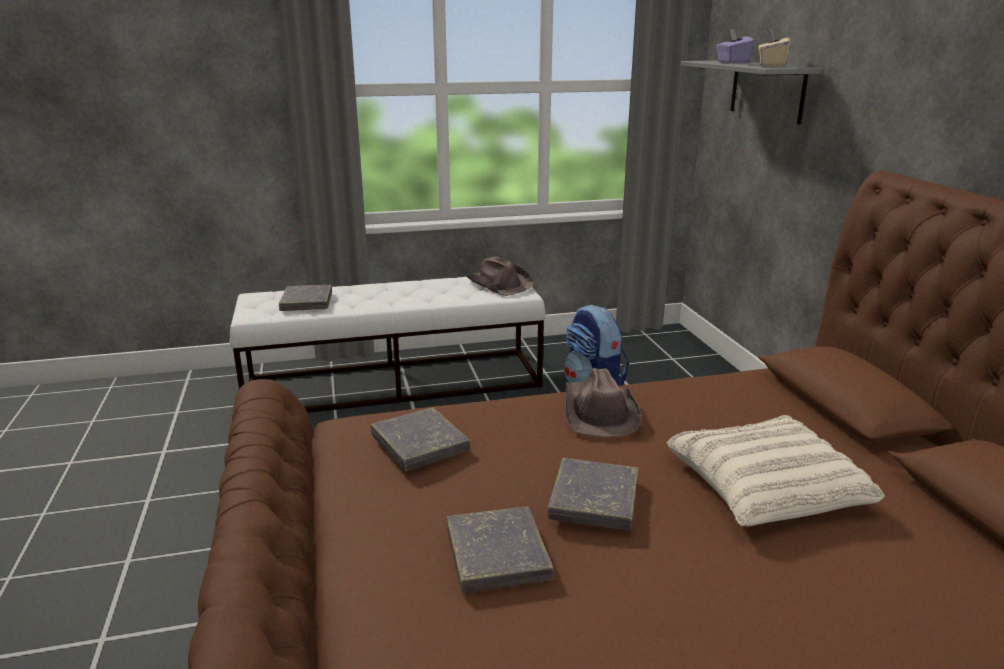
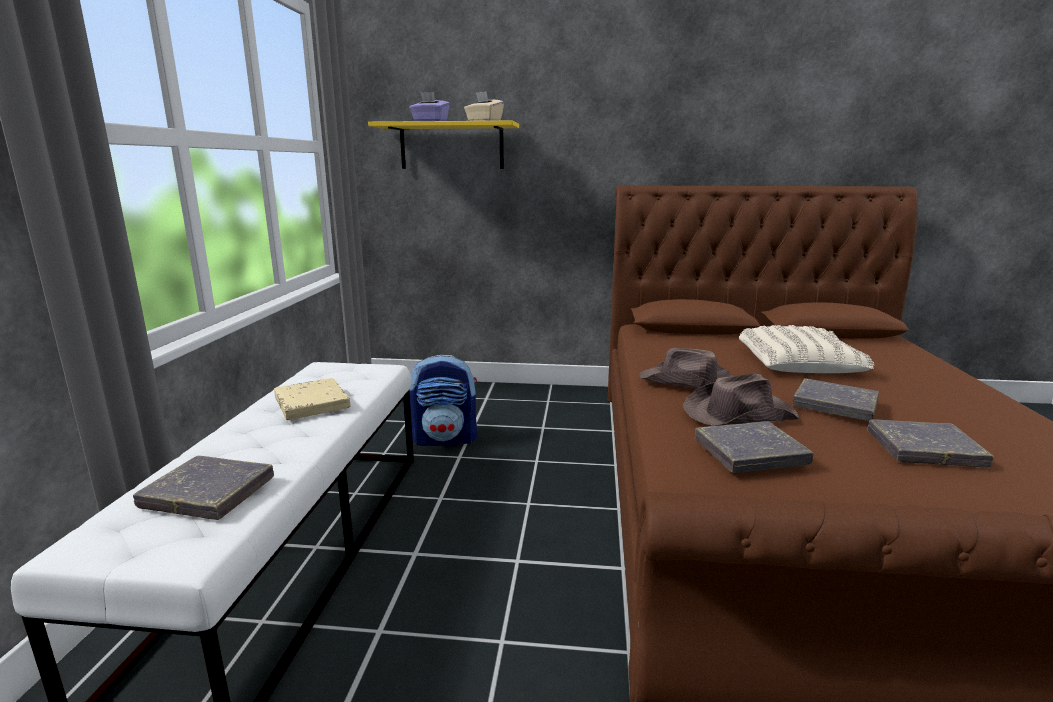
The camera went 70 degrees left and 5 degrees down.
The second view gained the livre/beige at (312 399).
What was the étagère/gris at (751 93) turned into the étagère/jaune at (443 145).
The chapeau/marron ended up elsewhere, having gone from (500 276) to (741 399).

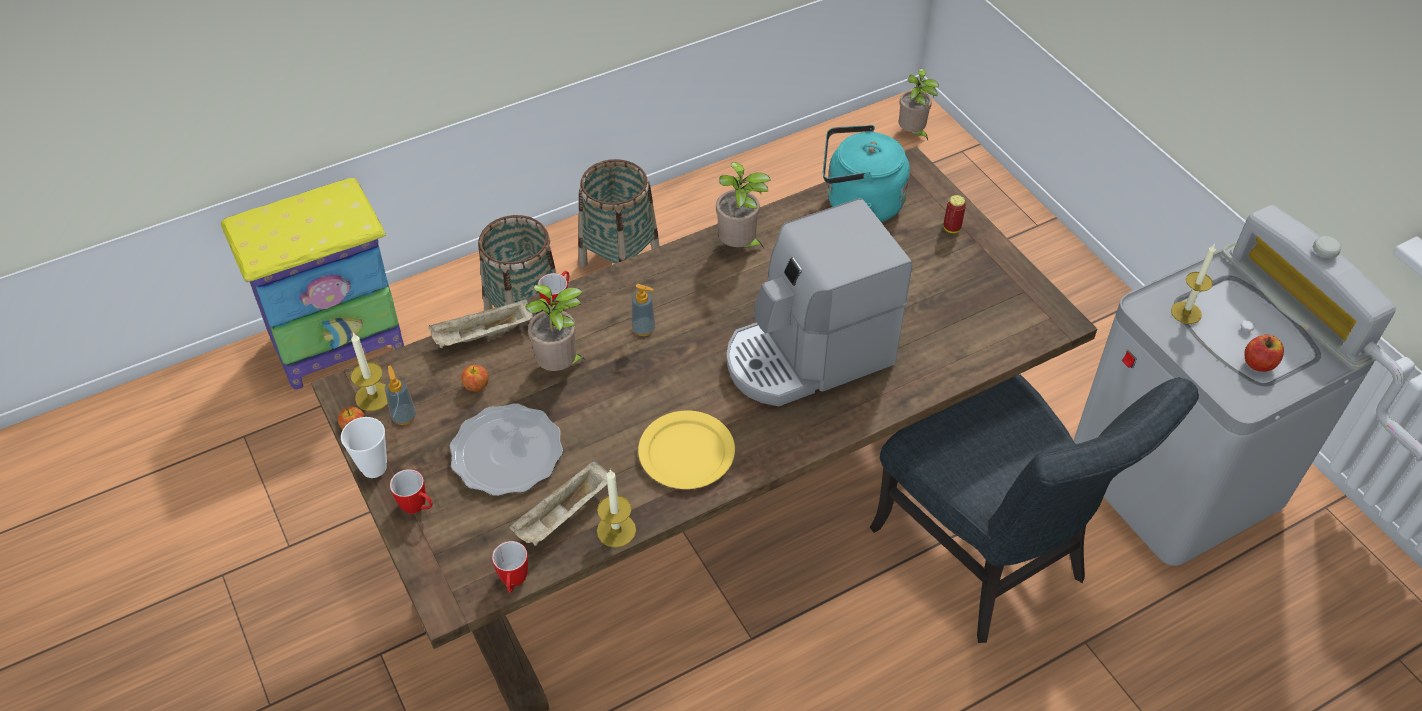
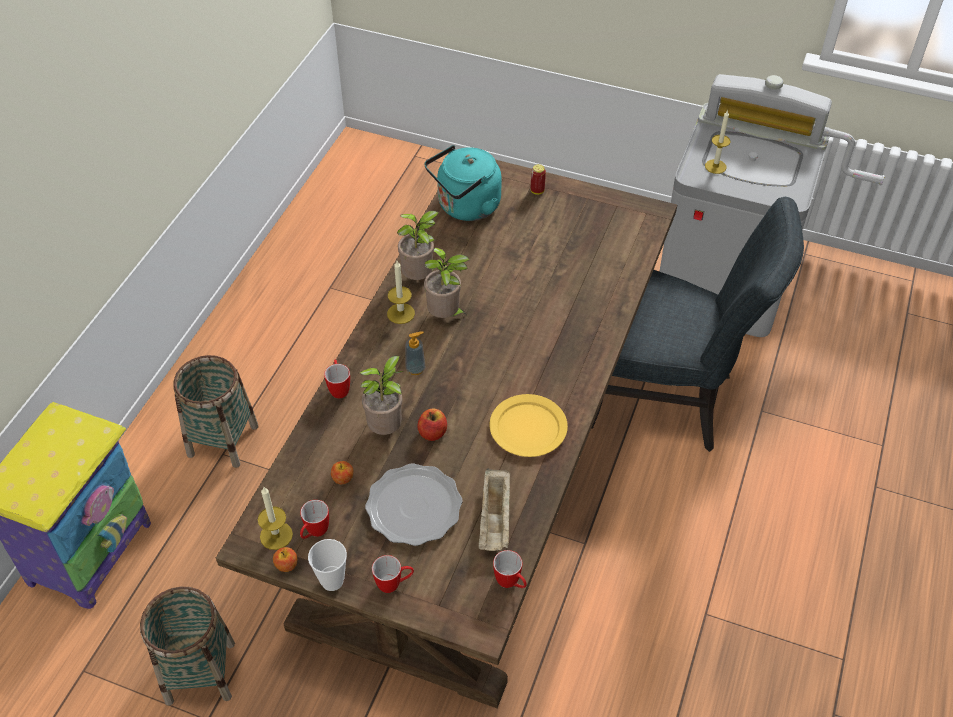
The camera went 40 degrees left and 0 degrees up.
The panier ended up elsewhere, having gone from (618 213) to (187 646).
Where the distributeur de savon stood at (400 395), the mug came to stand at (314 519).
The bougie ended up elsewhere, having gone from (616 508) to (401 292).
The pomme ended up elsewhere, having gone from (1264 353) to (432 425).
The plante en pot ended up elsewhere, having gone from (919 104) to (446 283).
The second view lost the plateau/beige at (481 323).
The second view lost the machine à café at (819 302).

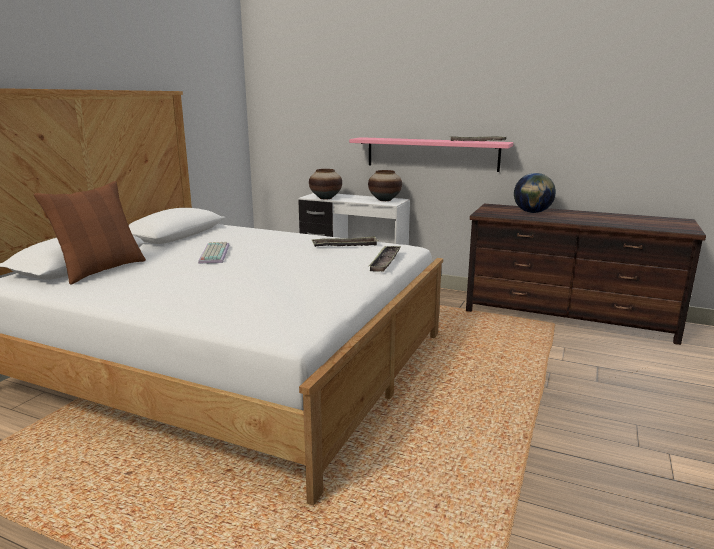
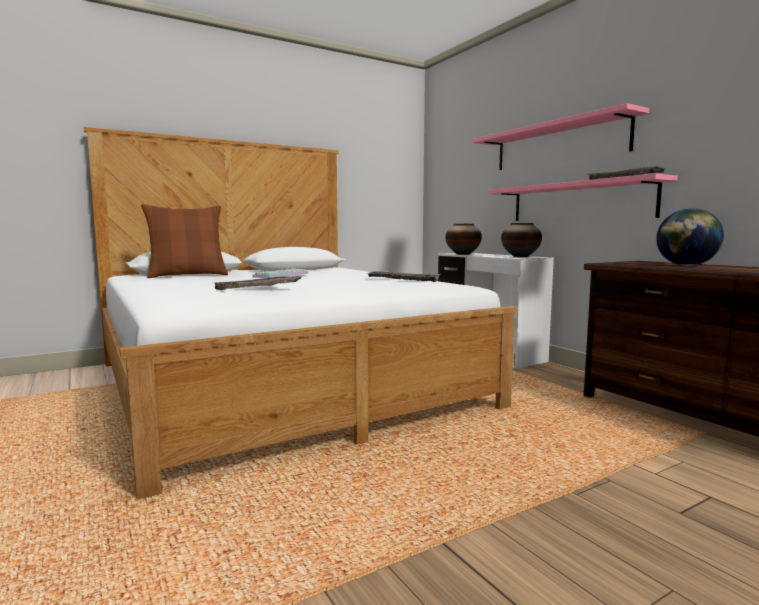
The camera went 35 degrees right and 10 degrees down.
The plateau ended up elsewhere, having gone from (385 259) to (256 283).
The second view gained the étagère/rose at (561 136).

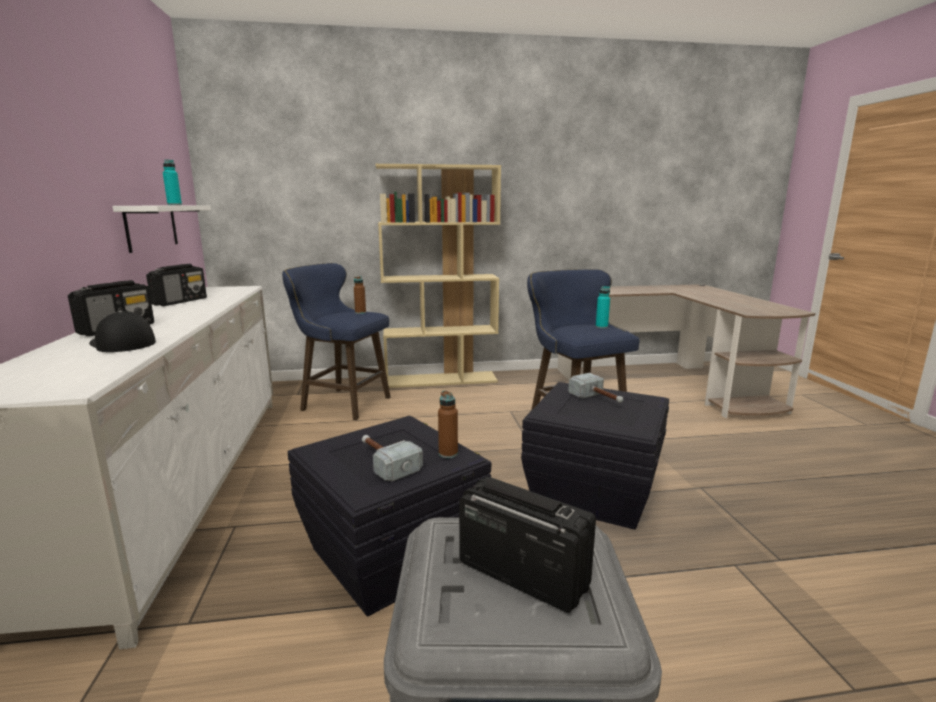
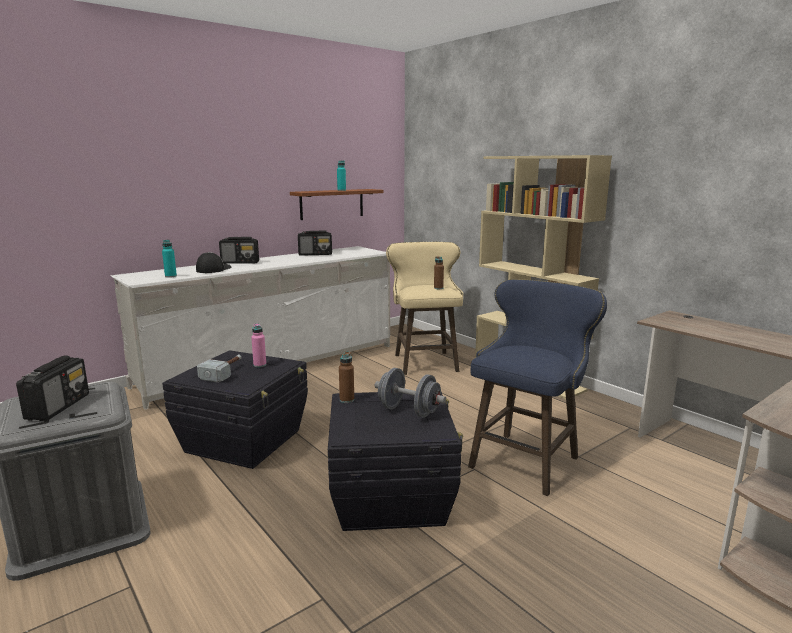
The camera went 60 degrees right and 0 degrees up.
The bouteille/turquoise ended up elsewhere, having gone from (603 307) to (169 259).
The second view gained the bouteille/rose at (258 345).
What was the étagère/blanc at (162 229) turned into the étagère/marron at (336 204).
The bouteille/marron ended up elsewhere, having gone from (448 424) to (346 377).
Where the marteau stood at (595 388), the haltère/gris came to stand at (410 392).
What was the tabouret/bleu at (336 341) turned into the tabouret/beige at (425 308).

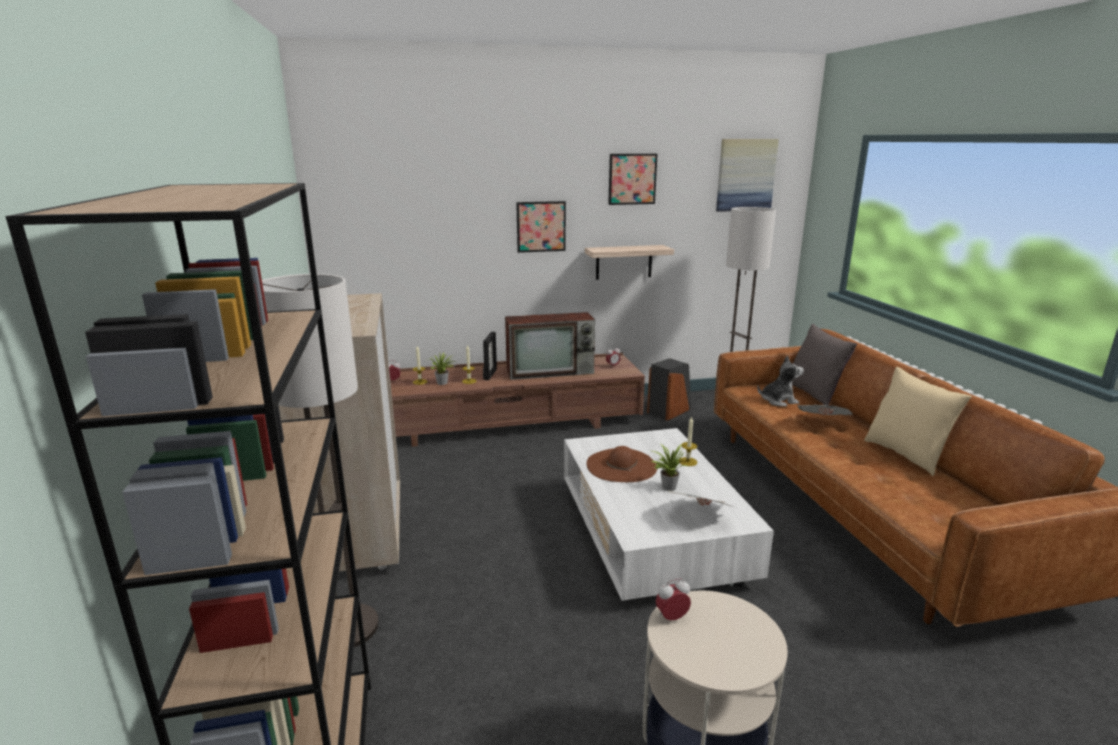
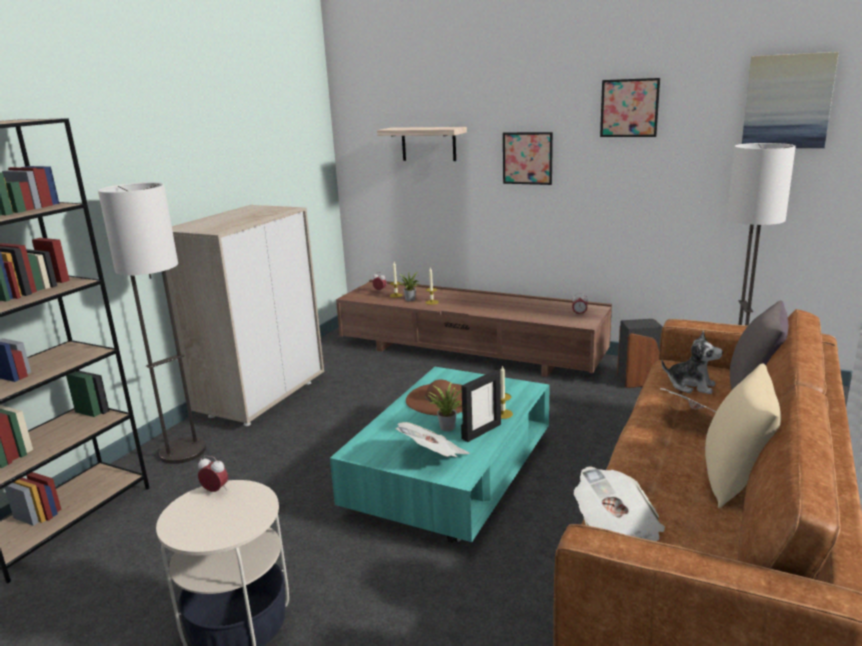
The camera went 40 degrees right and 0 degrees up.
What was the table basse/blanc at (669 514) turned into the table basse/turquoise at (440 455).
The étagère ended up elsewhere, having gone from (629 262) to (422 144).
The cadre photo ended up elsewhere, having gone from (490 356) to (481 406).
The second view gained the journal at (619 504).
The second view lost the téléviseur at (550 346).

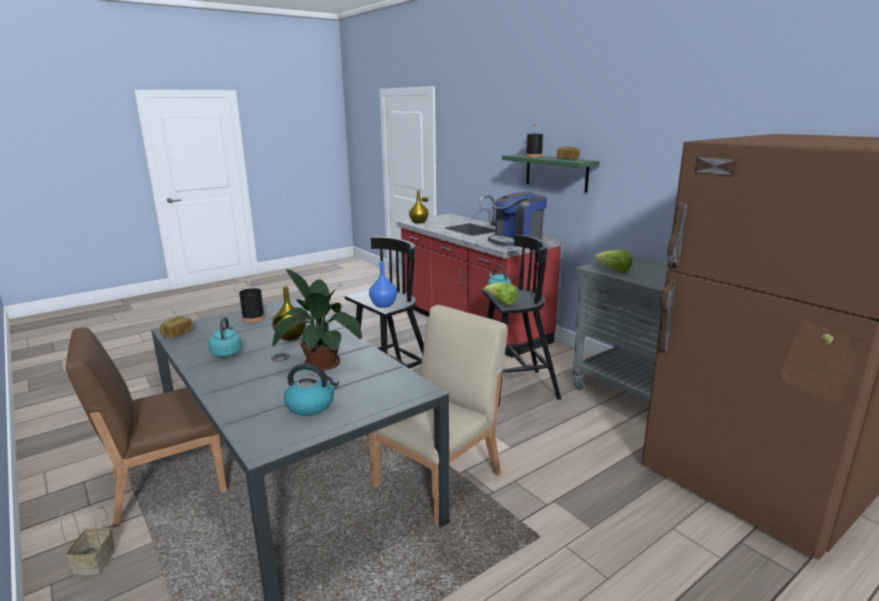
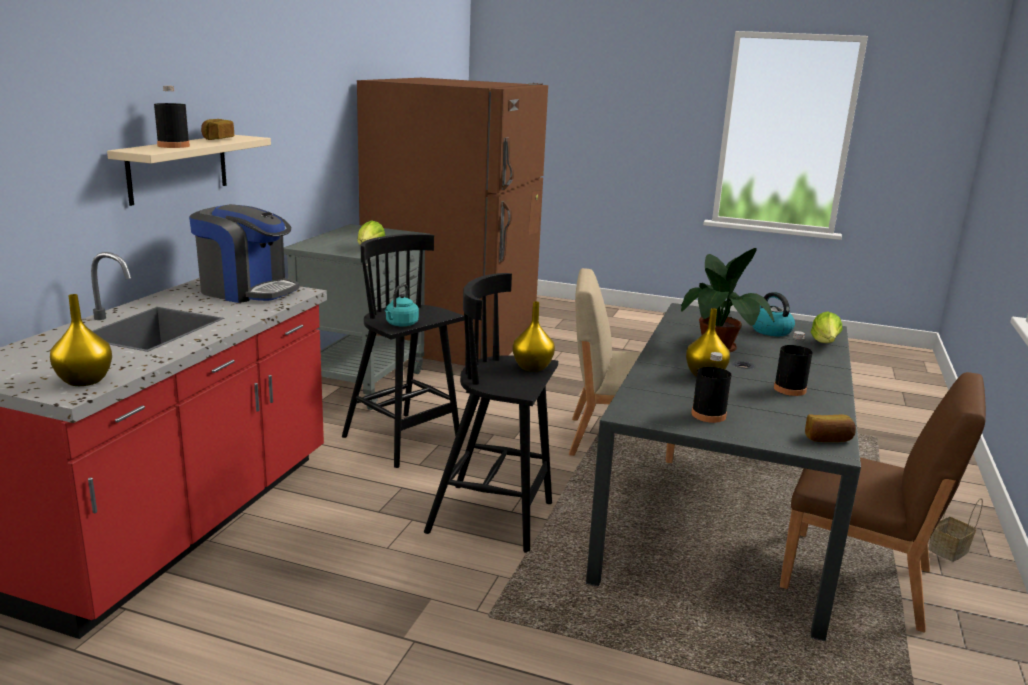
The camera went 125 degrees left and 0 degrees up.
What was the étagère/vert at (551 173) turned into the étagère/beige at (189 170).
What was the vase/bleu at (383 284) turned into the vase/jaune at (533 336).
Where the bouilloire/turquoise stood at (225 337), the bouteille/noir came to stand at (793 363).
The laitue ended up elsewhere, having gone from (500 294) to (826 327).

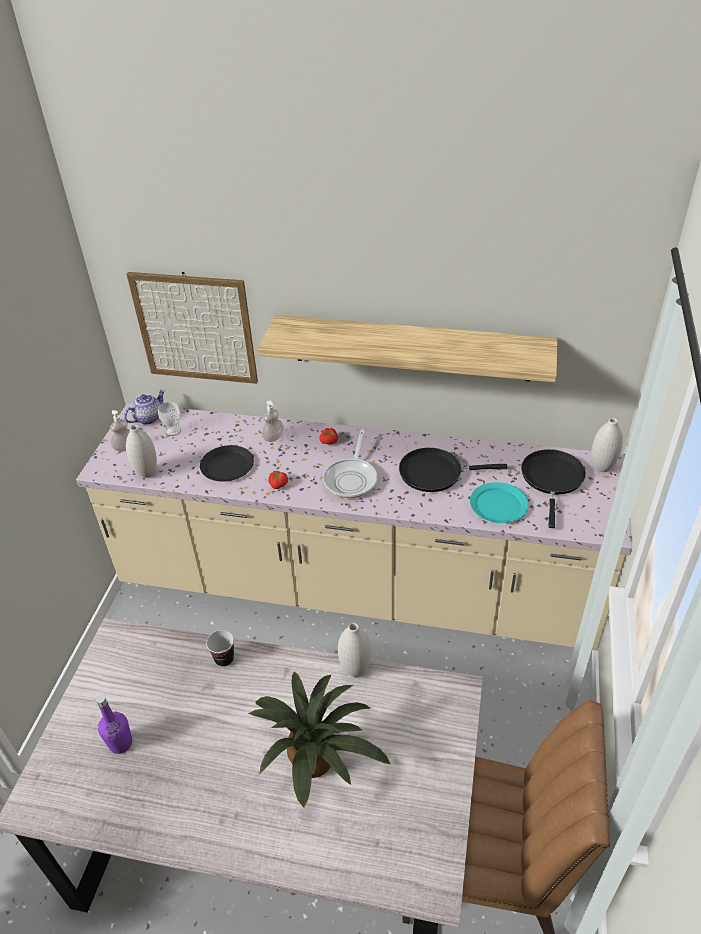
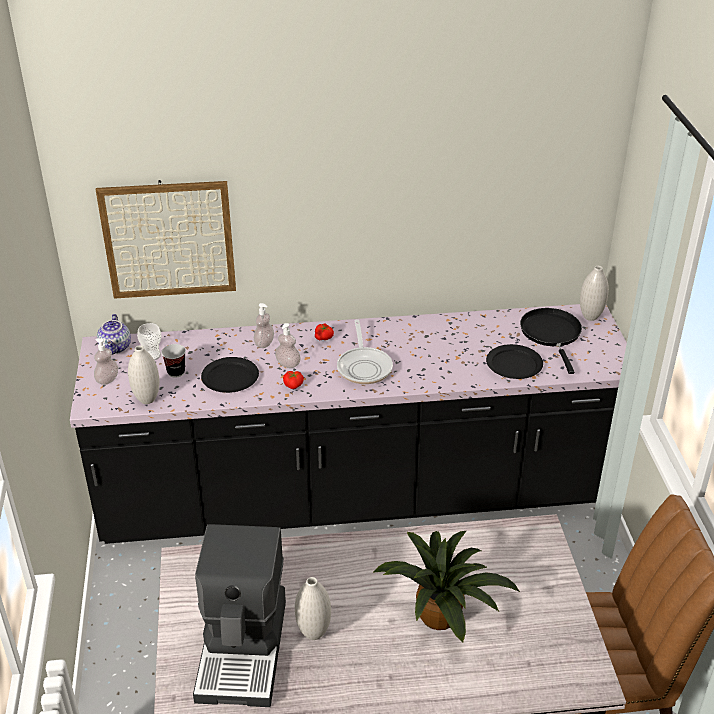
The camera went 20 degrees left and 5 degrees down.
What was the comptoir de cuisine/beige at (354 527) turned into the comptoir de cuisine/noir at (348 424).
The théière at (144 407) ended up facing another way, 150 degrees clockwise from before.
The tasse ended up elsewhere, having gone from (220 648) to (173 361).
Where the bouteille/violet stood at (114 724), the machine à café came to stand at (239 615).
The second view gained the distributeur de savon at (288 345).
The vase/blanc ended up elsewhere, having gone from (354 650) to (313 608).
What was the assiette/turquoise at (499 502) turned into the assiette/noir at (514 361).
The second view lost the étagère at (408 348).
The second view lost the poêle/noir at (453 470).

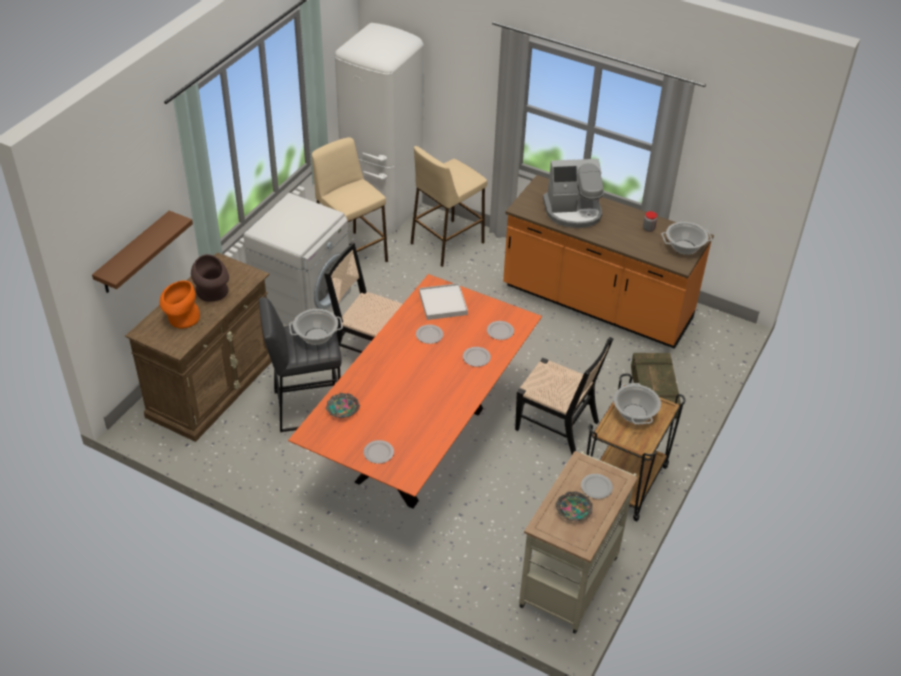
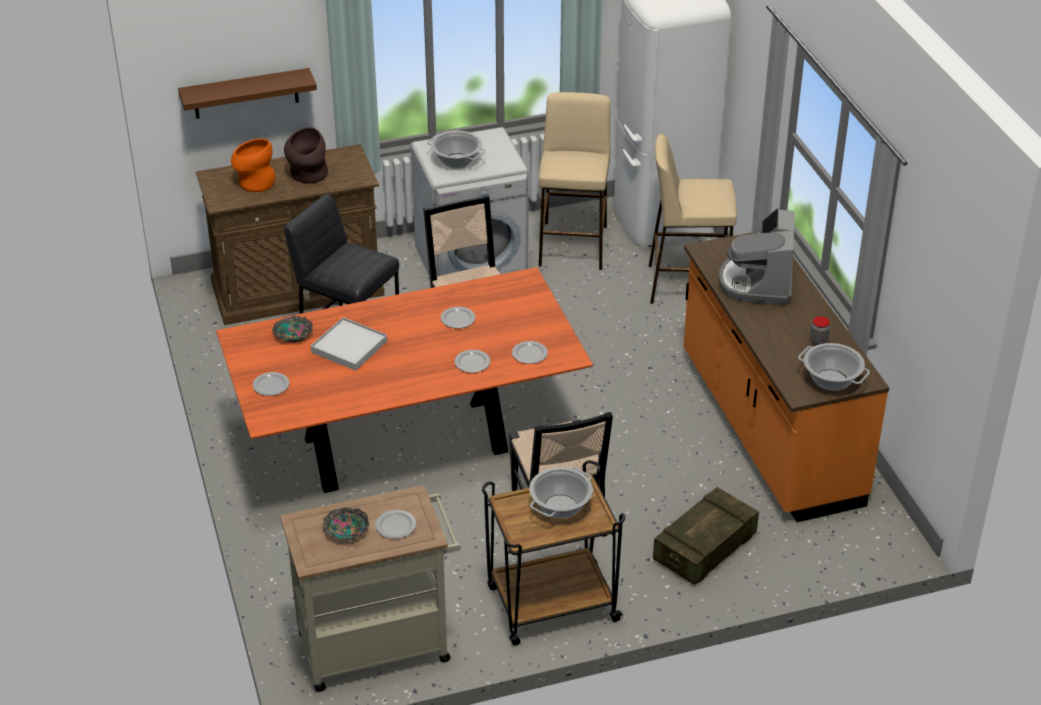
The camera went 45 degrees right and 5 degrees down.
The plateau/blanc ended up elsewhere, having gone from (443 301) to (349 344).
The marmite ended up elsewhere, having gone from (316 327) to (456 150).
The machine à café at (573 193) ended up facing another way, 60 degrees clockwise from before.

